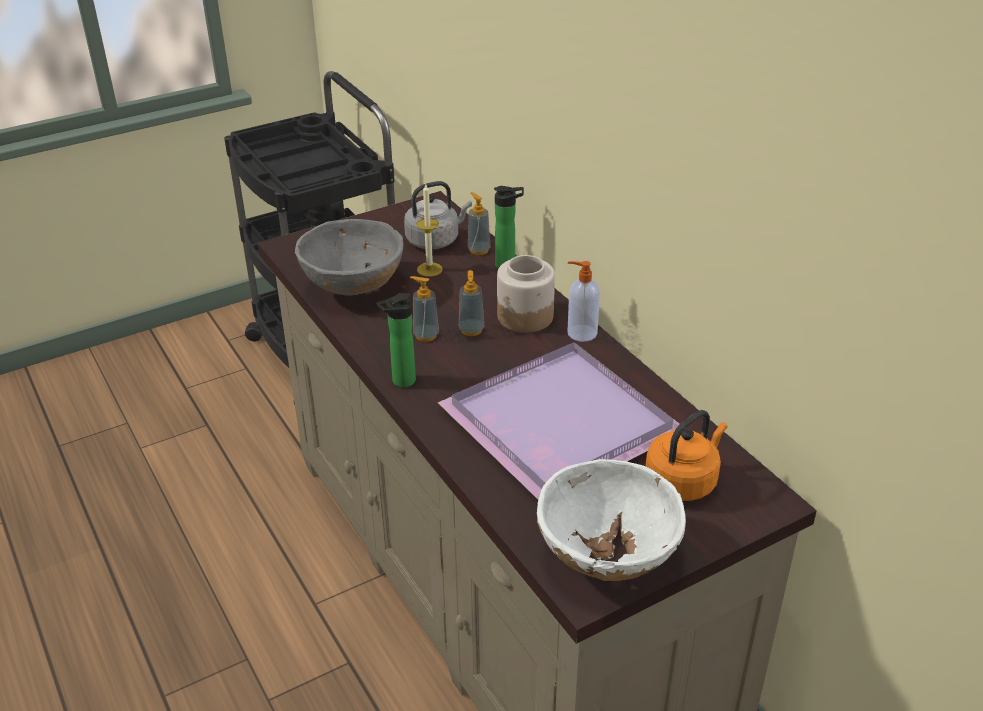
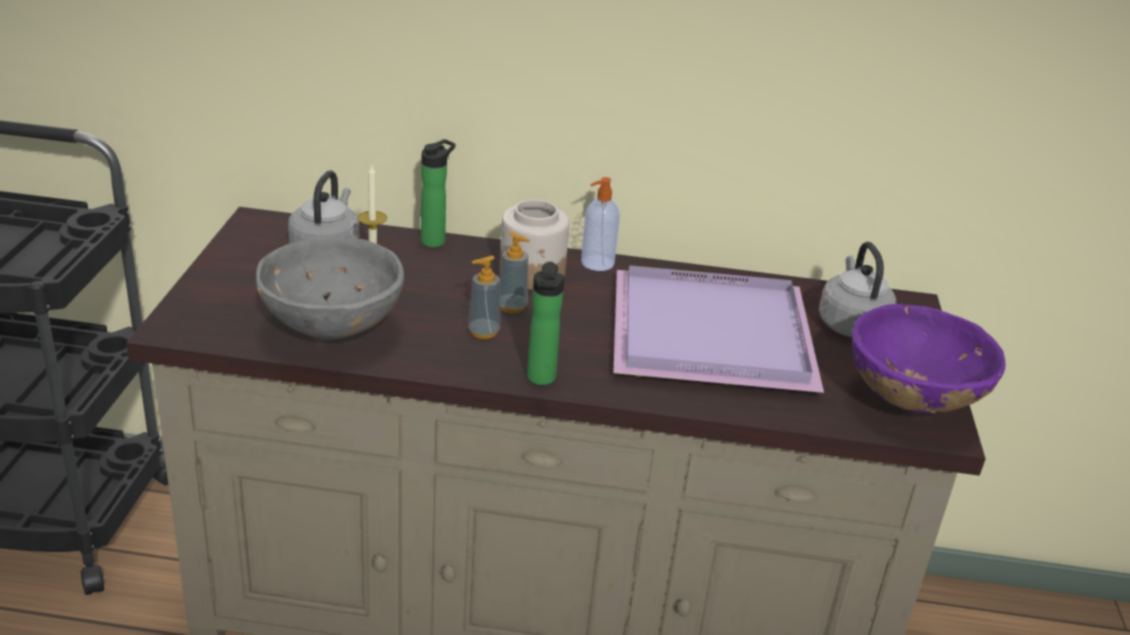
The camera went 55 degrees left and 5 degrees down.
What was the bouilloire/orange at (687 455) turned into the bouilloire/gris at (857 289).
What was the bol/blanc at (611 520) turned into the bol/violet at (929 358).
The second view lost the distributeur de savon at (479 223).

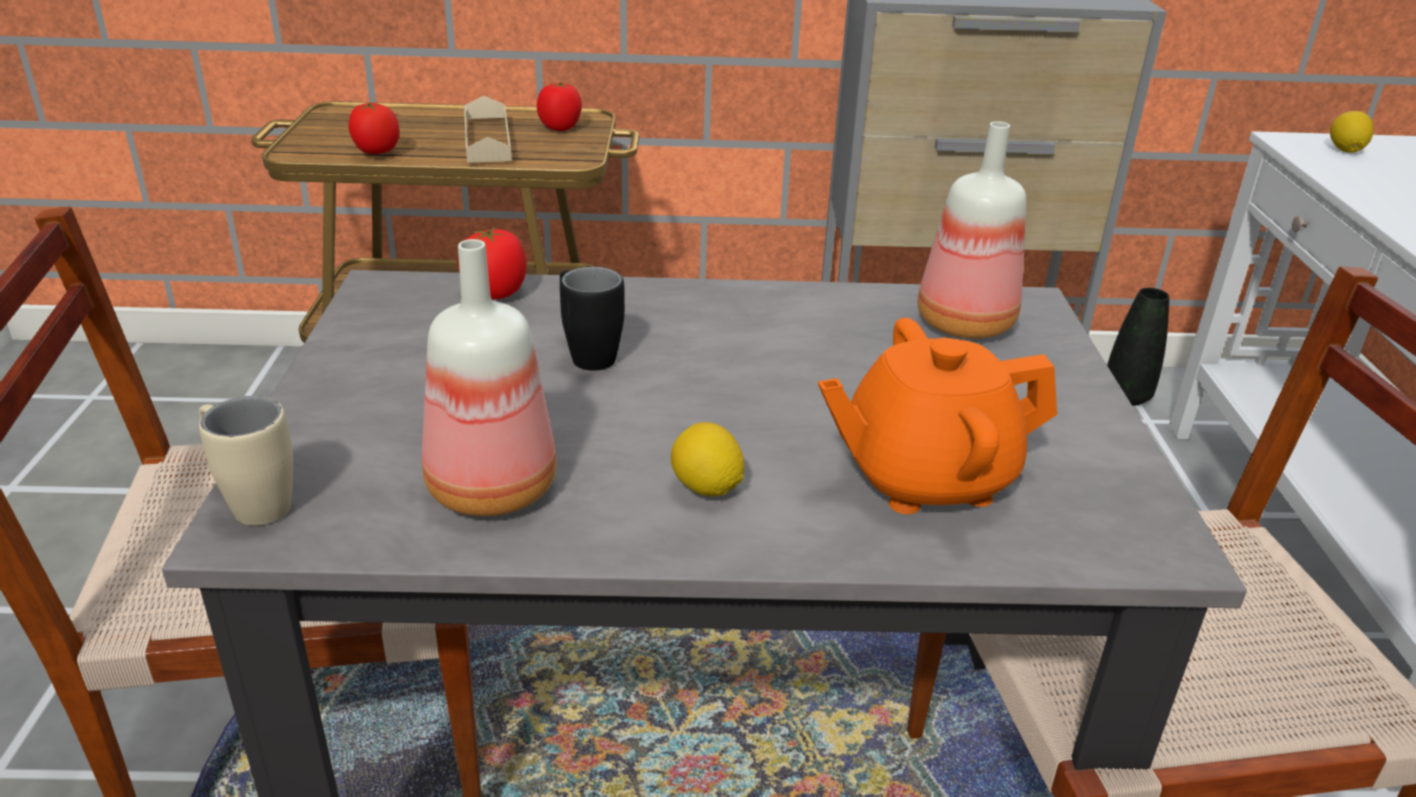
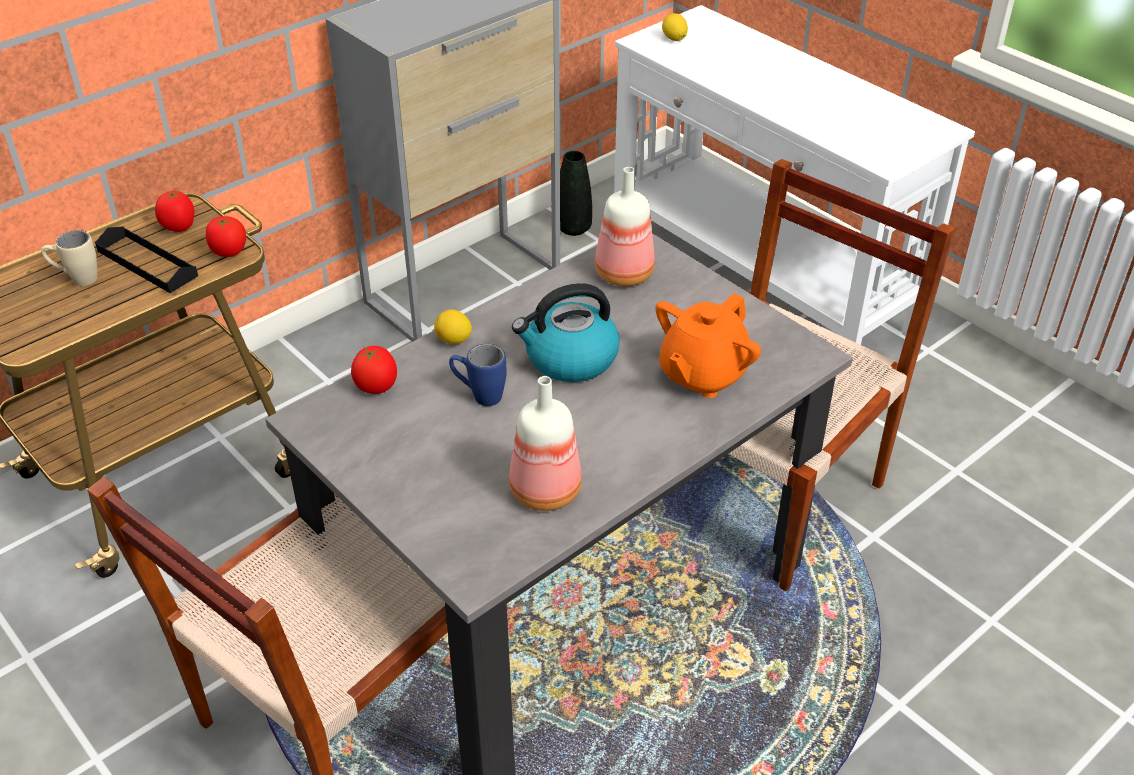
The camera went 40 degrees left and 10 degrees up.
The mug/beige ended up elsewhere, having gone from (246 461) to (69 258).
What was the plateau/beige at (488 129) turned into the plateau/noir at (146 259).
The tomate ended up elsewhere, having gone from (374 128) to (226 236).
The citron ended up elsewhere, having gone from (707 459) to (453 326).
What was the mug/noir at (592 319) turned into the mug/bleu at (478 375).
The second view gained the bouilloire at (566 332).

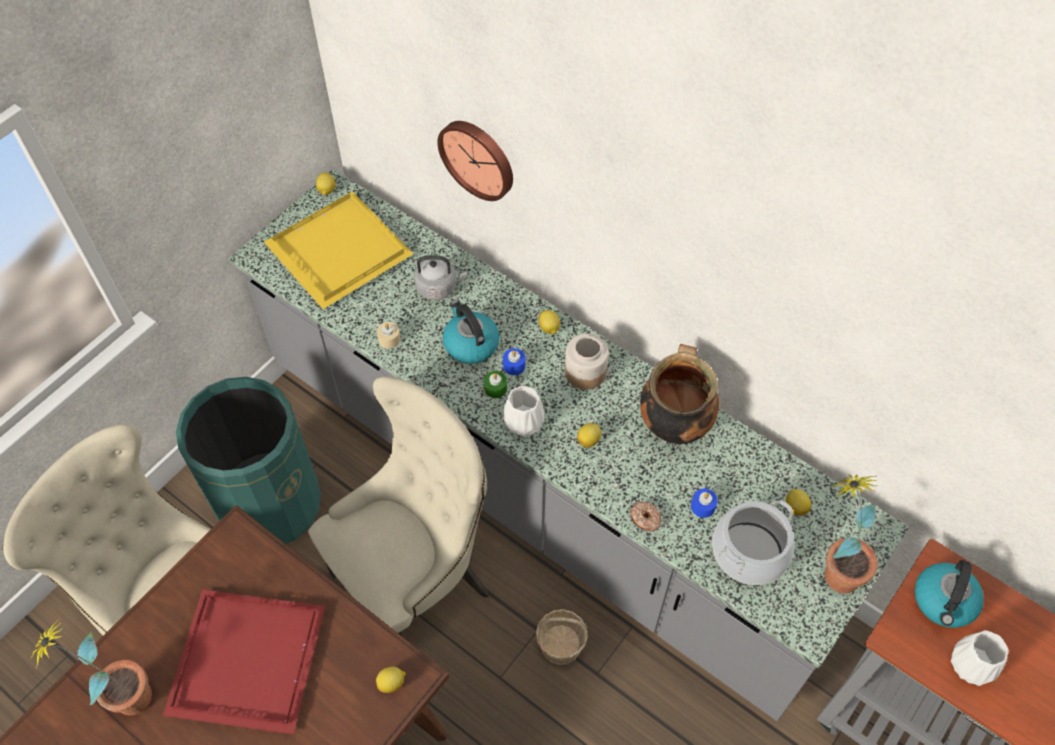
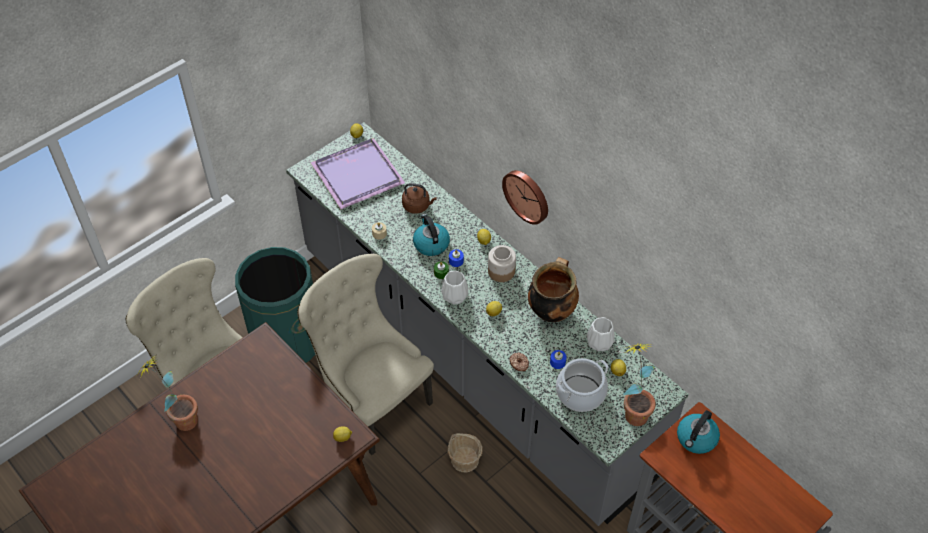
The camera went 10 degrees right and 5 degrees down.
The chaise/beige at (398 506) ended up facing another way, 105 degrees counterclockwise from before.
What was the plateau/jaune at (338 250) turned into the plateau/violet at (358 173).
What was the bouilloire/gris at (441 278) turned into the bouilloire/marron at (419 198).
The horloge murale ended up elsewhere, having gone from (475 161) to (525 197).
The vase/blanc ended up elsewhere, having gone from (980 658) to (600 334).
The second view lost the plateau/rouge at (244 662).

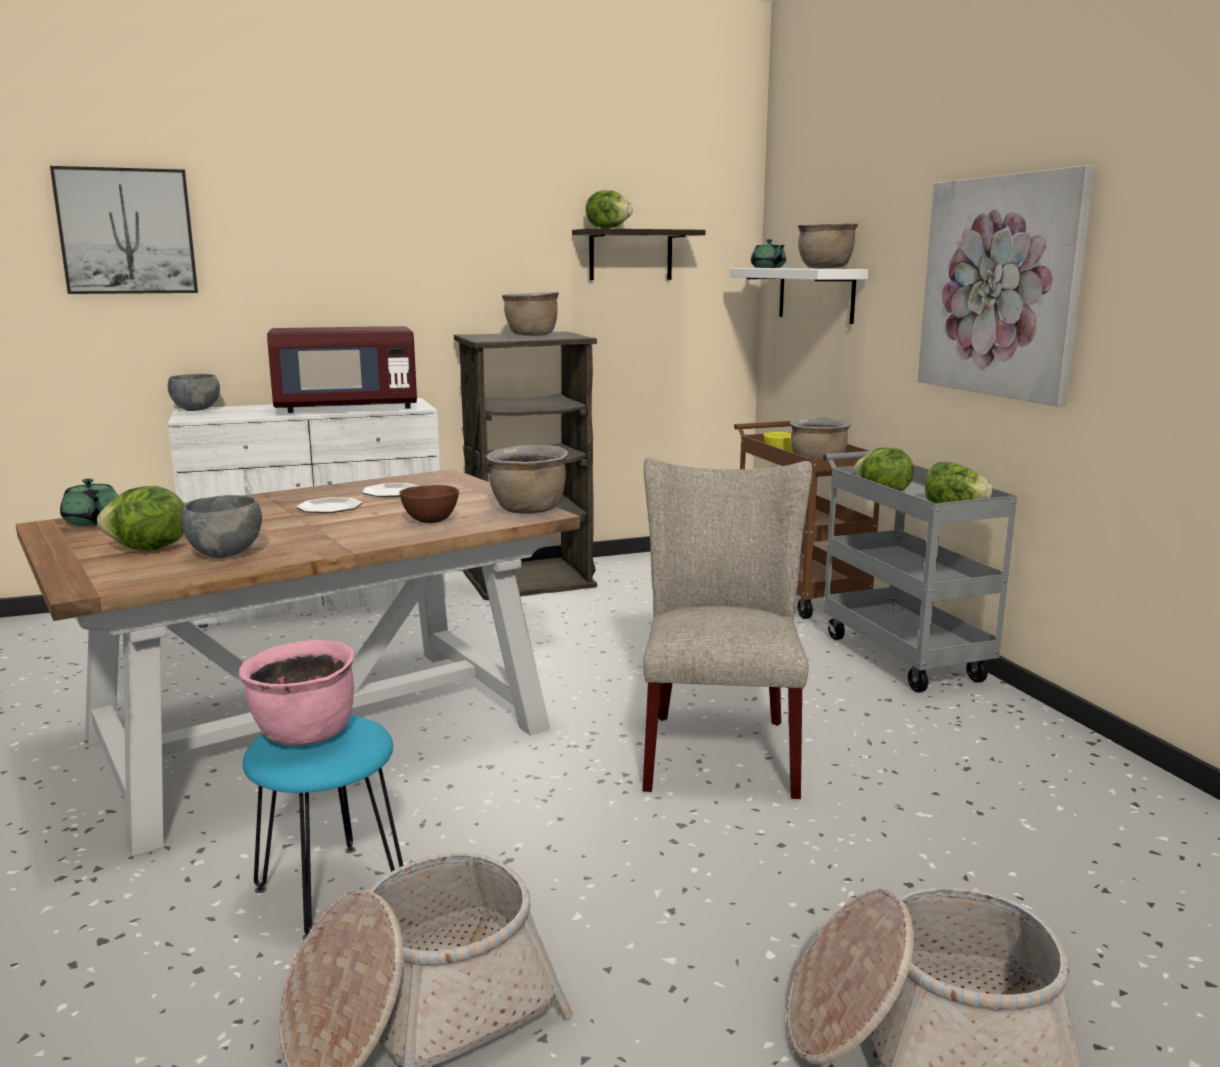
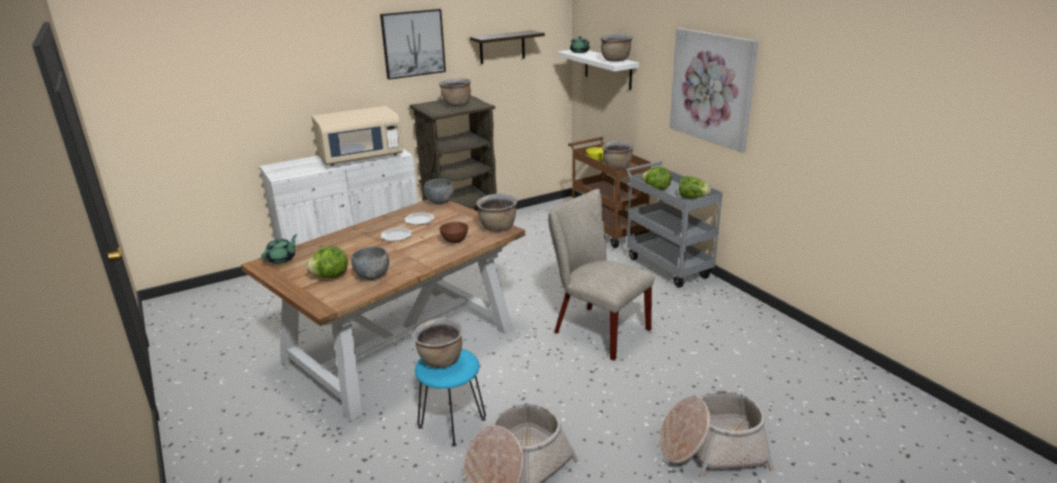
The camera went 10 degrees left and 10 degrees up.
The théière/vert at (89 502) ended up facing another way, 105 degrees counterclockwise from before.
What was the micro-ondes/rouge at (342 369) turned into the micro-ondes/beige at (357 136).
The tableau ended up elsewhere, having gone from (124 230) to (413 44).
What was the marmite/rose at (296 693) turned into the marmite/marron at (438 343).
The bol/gris ended up elsewhere, having gone from (194 392) to (439 191).
The chaise/beige at (727 628) ended up facing another way, 45 degrees counterclockwise from before.
The second view lost the laitue at (609 209).

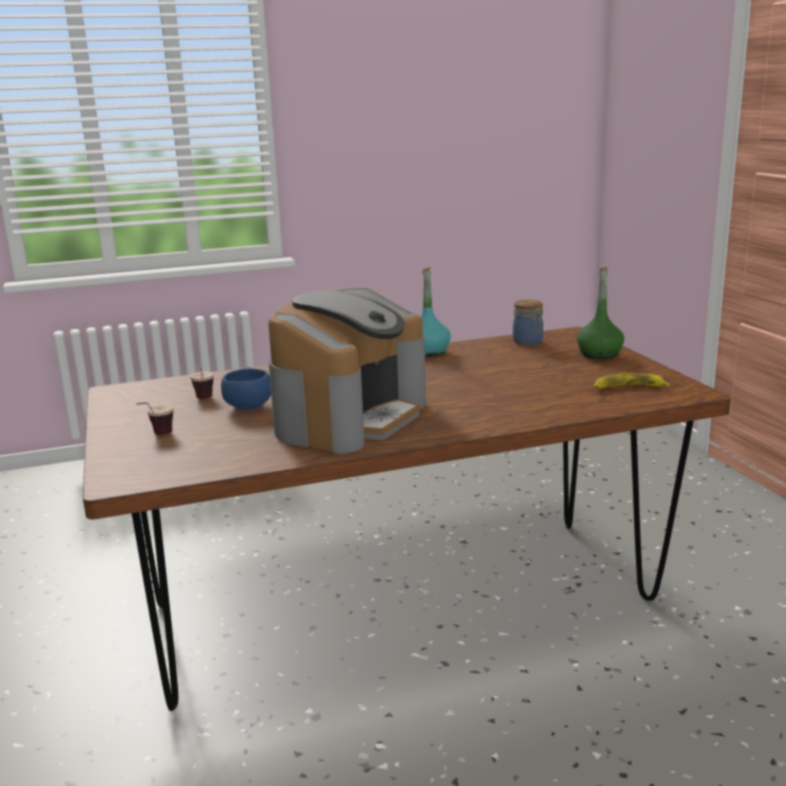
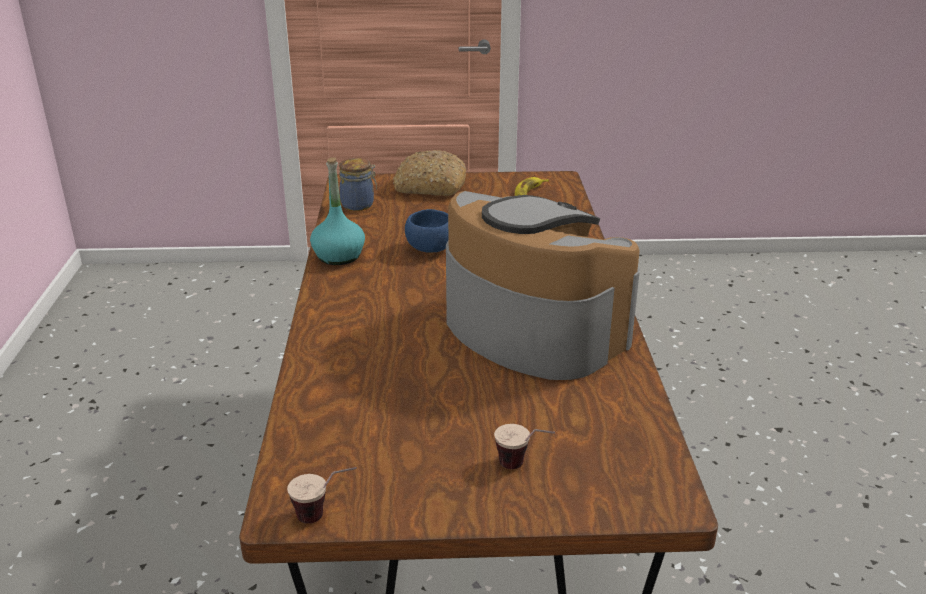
The camera went 75 degrees left and 10 degrees up.
The tasse ended up elsewhere, having gone from (202 384) to (322 495).
Where the bouteille/vert stood at (600 313), the pain came to stand at (429 173).
The bol/bleu ended up elsewhere, having gone from (246 389) to (426 231).

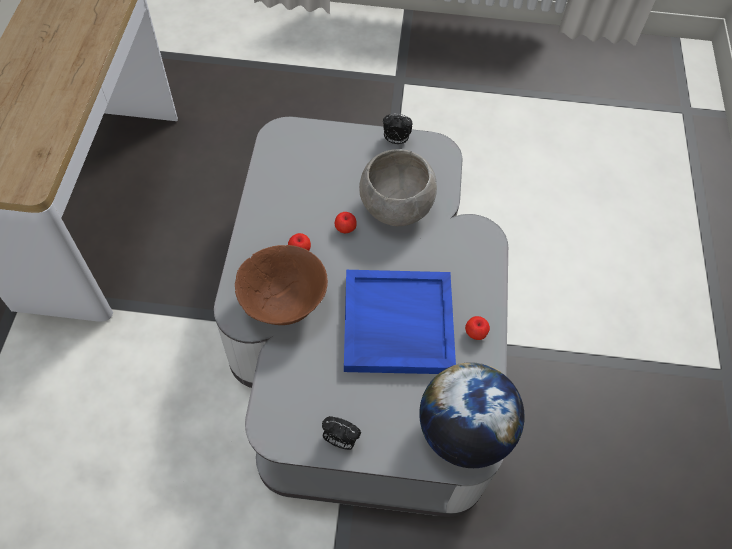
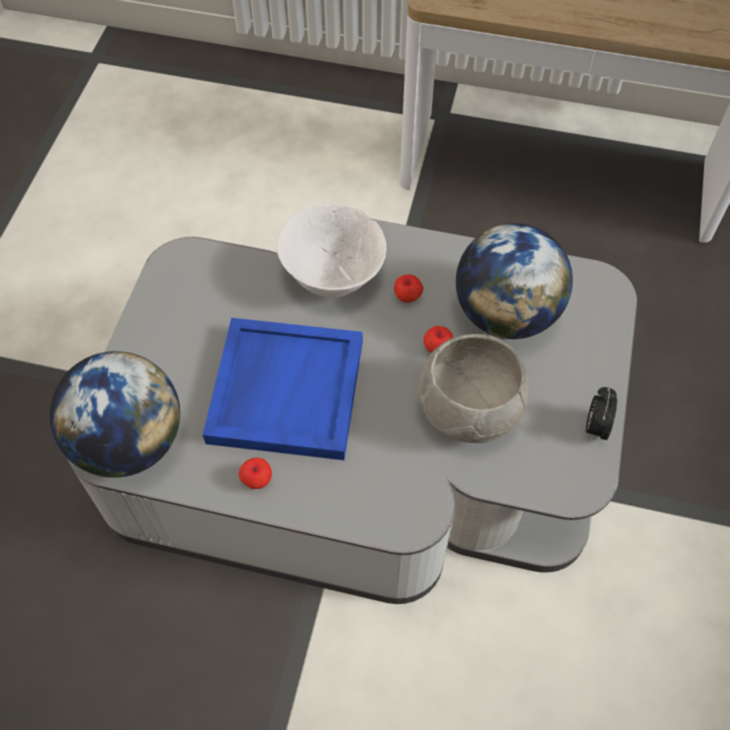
The camera went 100 degrees right and 0 degrees up.
What was the bol/marron at (281 285) turned into the bol/blanc at (331 250).
The second view gained the globe at (514 281).
The second view lost the réveil at (341 433).

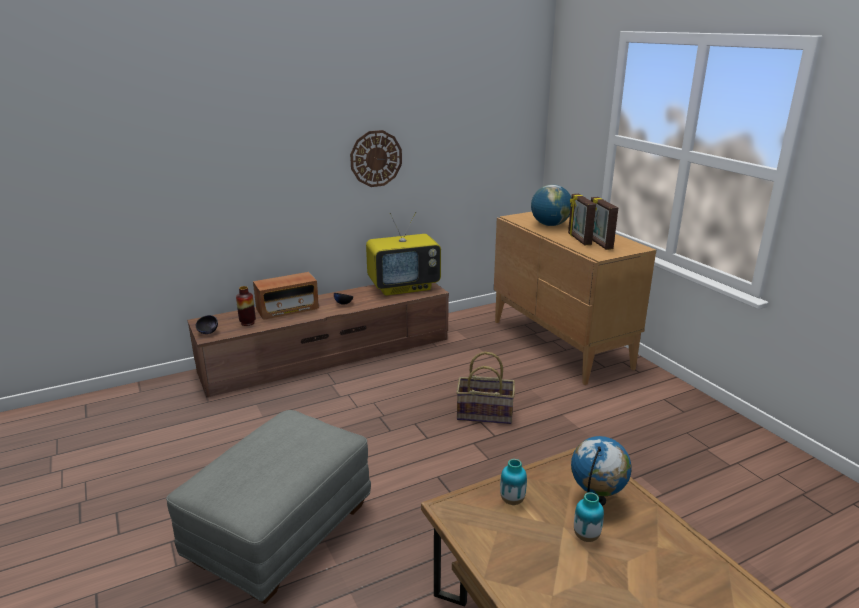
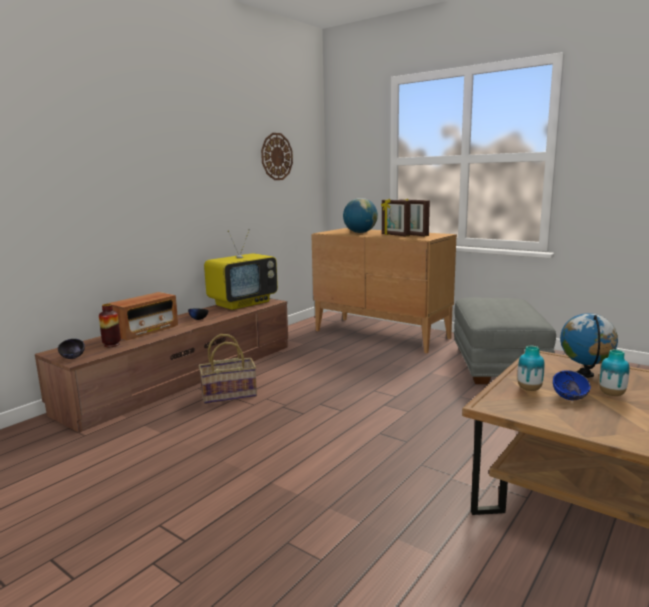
The camera went 25 degrees left and 10 degrees down.
The panier ended up elsewhere, having gone from (485 388) to (227 369).
The horloge murale ended up elsewhere, having gone from (376 158) to (277 156).
The pouf/gris ended up elsewhere, having gone from (268 507) to (505 340).
The second view gained the bol/bleu at (572 385).

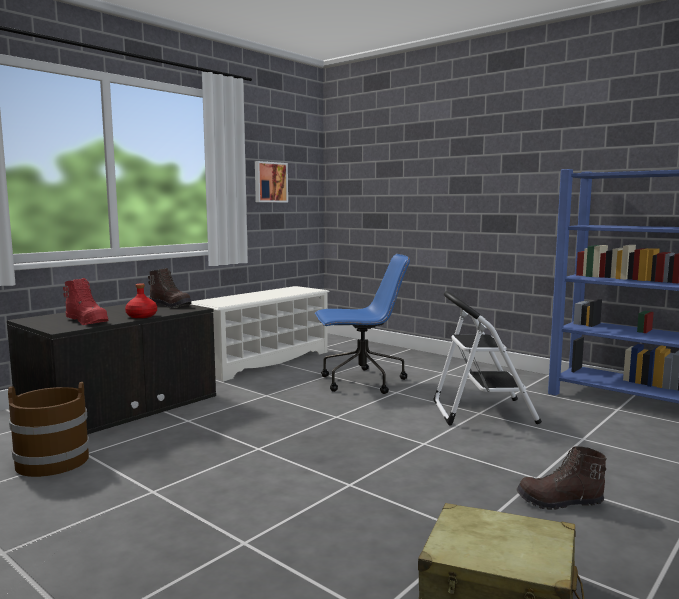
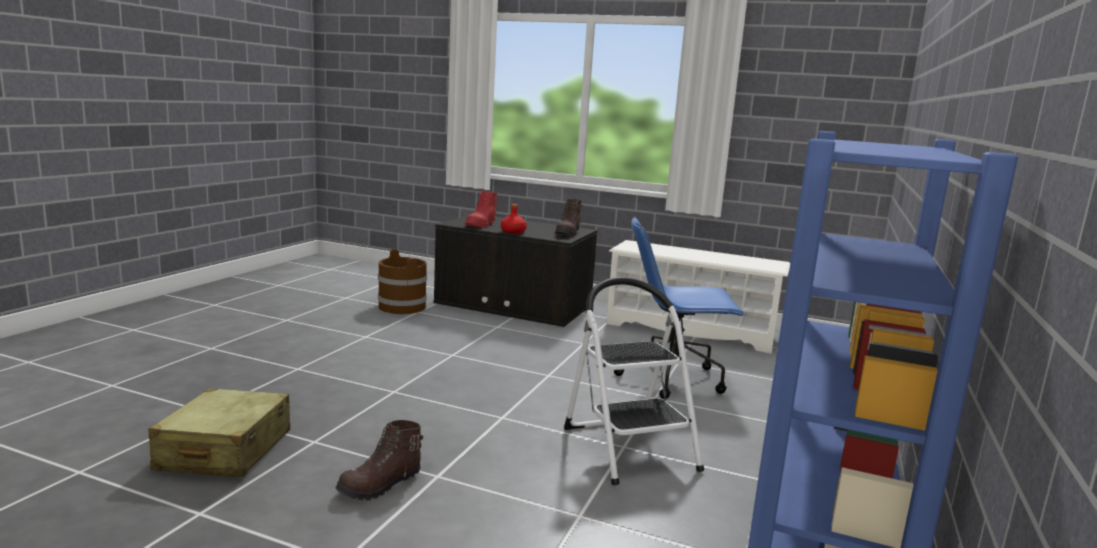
The camera went 70 degrees right and 5 degrees up.
The botte/marron at (561 478) ended up facing another way, 120 degrees counterclockwise from before.
The chaise de bureau/bleu at (362 324) ended up facing another way, 120 degrees clockwise from before.
The second view lost the tableau at (271 181).

